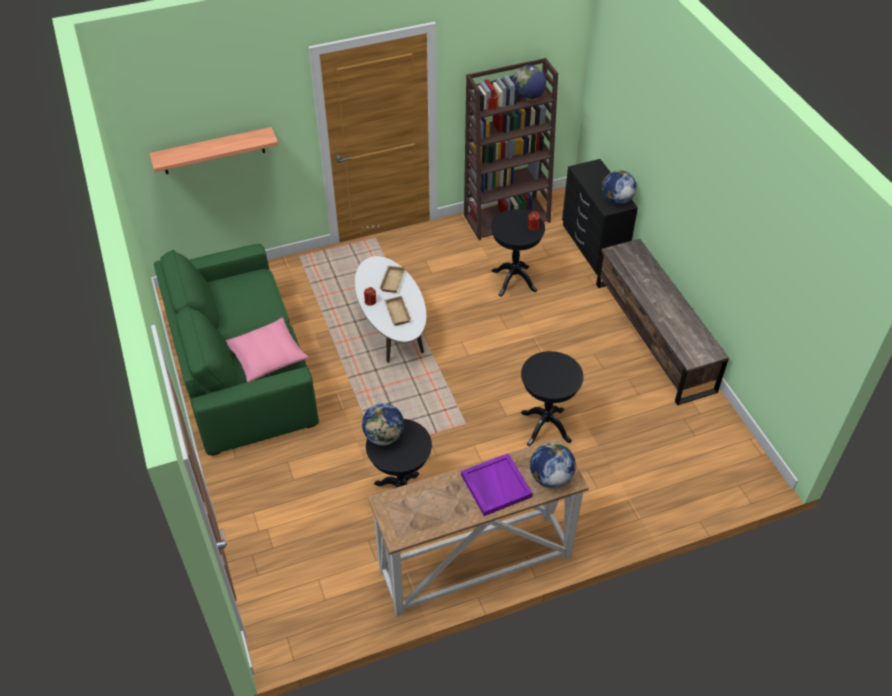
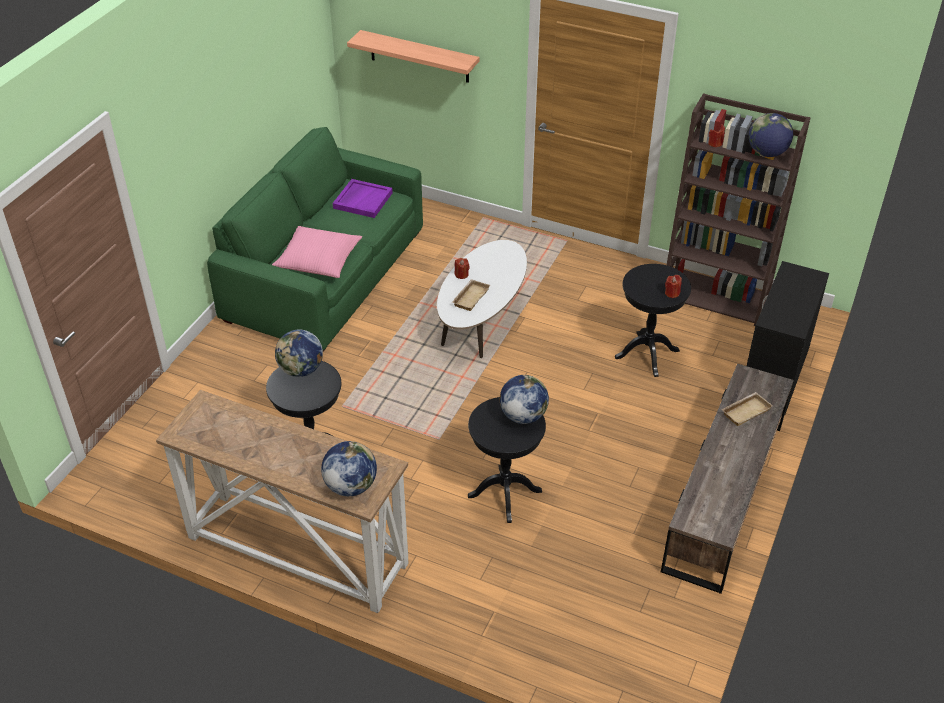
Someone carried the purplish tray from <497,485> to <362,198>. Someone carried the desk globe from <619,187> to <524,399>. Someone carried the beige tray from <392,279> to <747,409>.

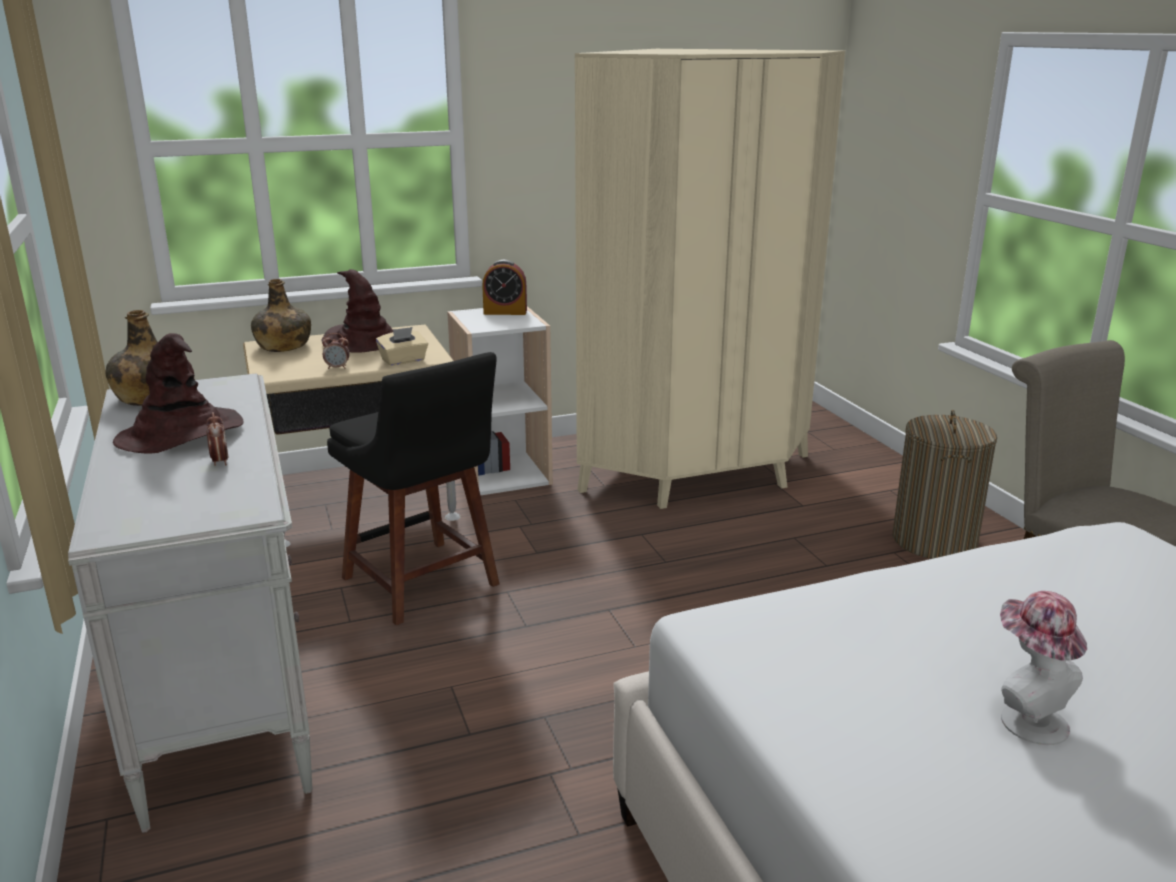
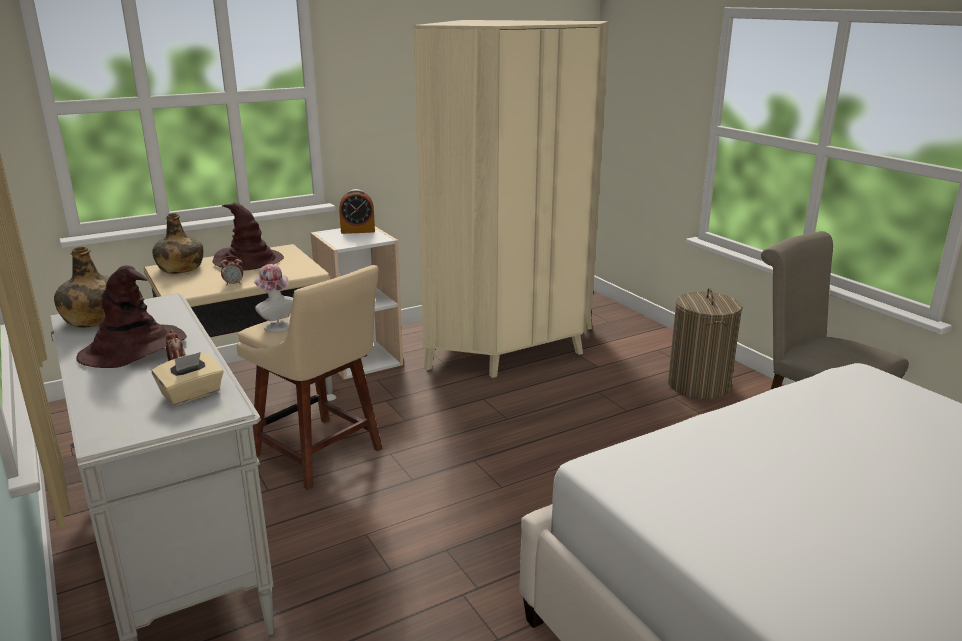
Someone carried the beige box of tissues from <402,346> to <188,379>. Someone repainted the blackish stool seat at <413,488>, which became the beige stool seat at <310,377>. Someone carried the hat from <1043,668> to <273,298>.

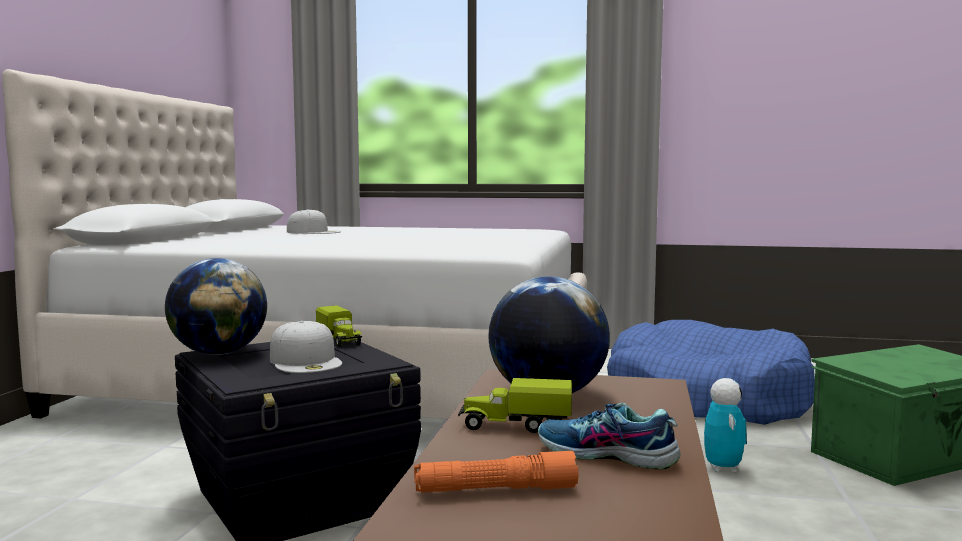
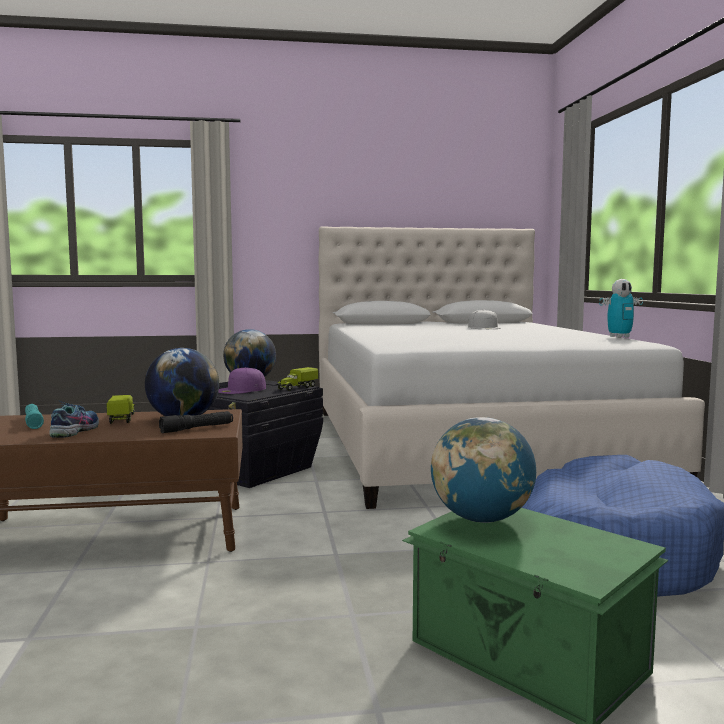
Someone repainted the orangey hand torch at <496,472>, which became the blue-green hand torch at <34,416>. Someone put down the blackish hand torch at <196,422>. Someone repainted the whitish peaked cap at <306,347>, which became the purplish peaked cap at <242,380>. Someone put down the desk globe at <483,470>. Someone carried the model robot from <725,425> to <621,308>.

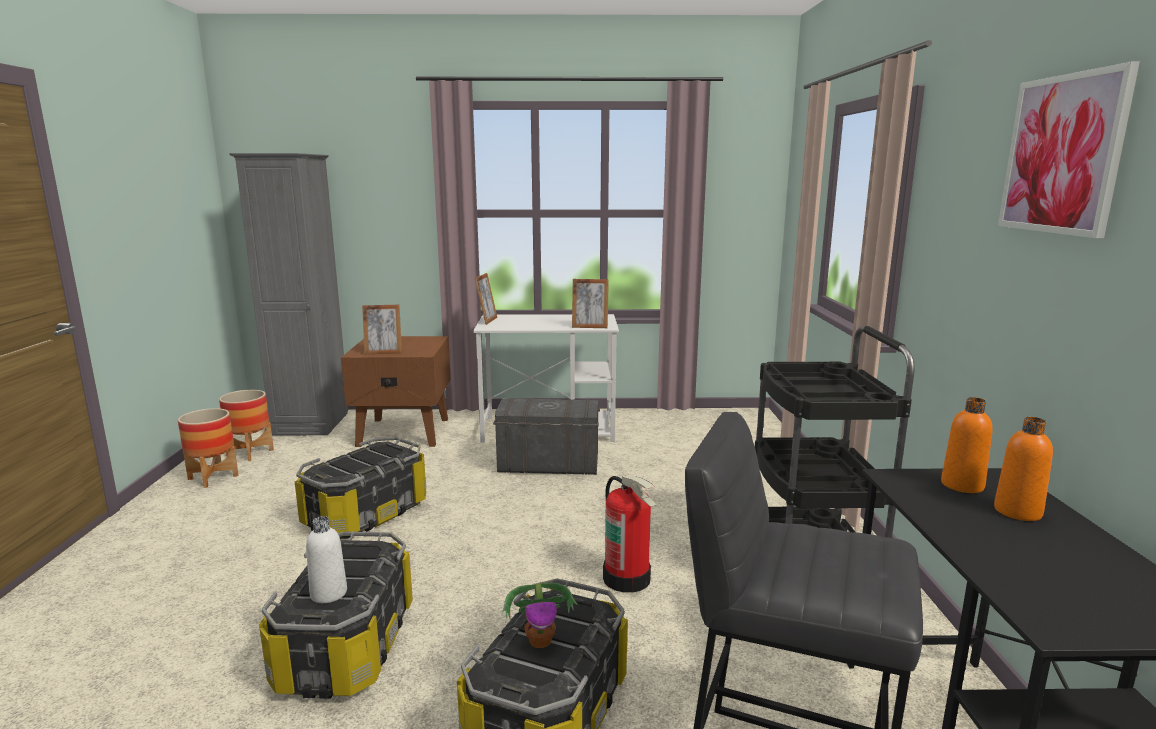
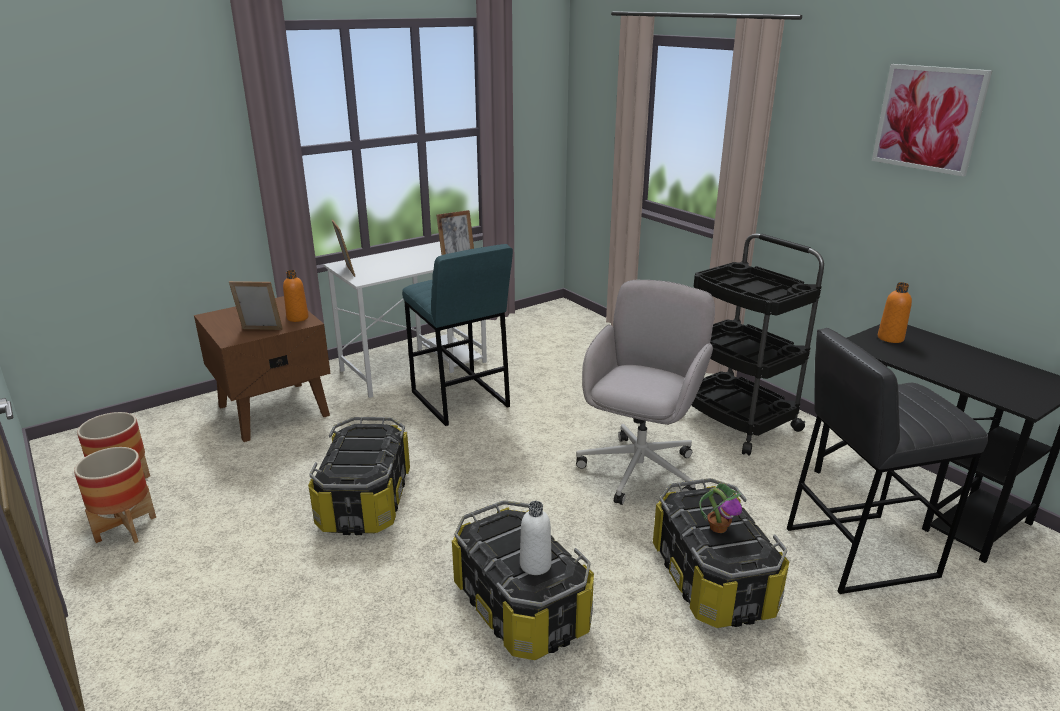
Someone rotated the standing frame at <382,330> by 135 degrees counterclockwise. Someone carried the orangey drink bottle from <1023,469> to <296,296>. Someone swapped the gray storage bin at <546,436> for the blue-green stool seat at <457,335>. Someone swapped the fire extinguisher at <630,533> for the gray desk chair at <645,392>. Someone took away the gray cupboard at <289,294>.

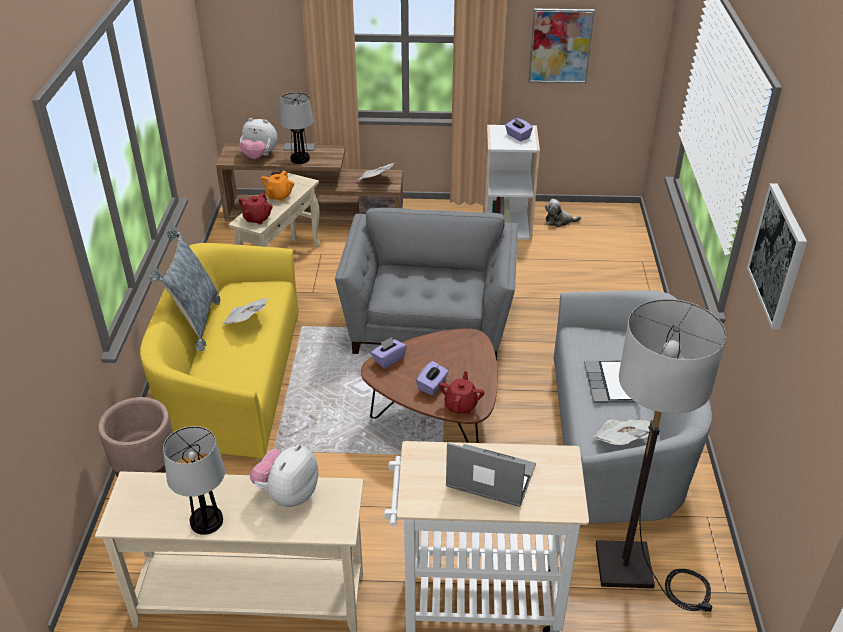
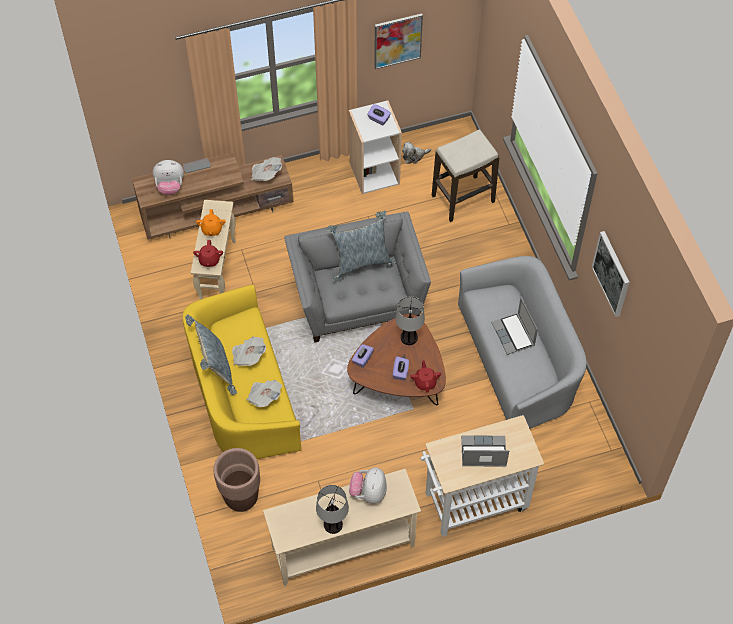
Someone carried the printed paper from <621,432> to <264,393>. Someone put down the throw pillow at <361,247>. Someone carried the table lamp from <296,128> to <410,320>. Someone put down the stool seat at <465,176>. Someone took away the standing lamp at <661,455>.

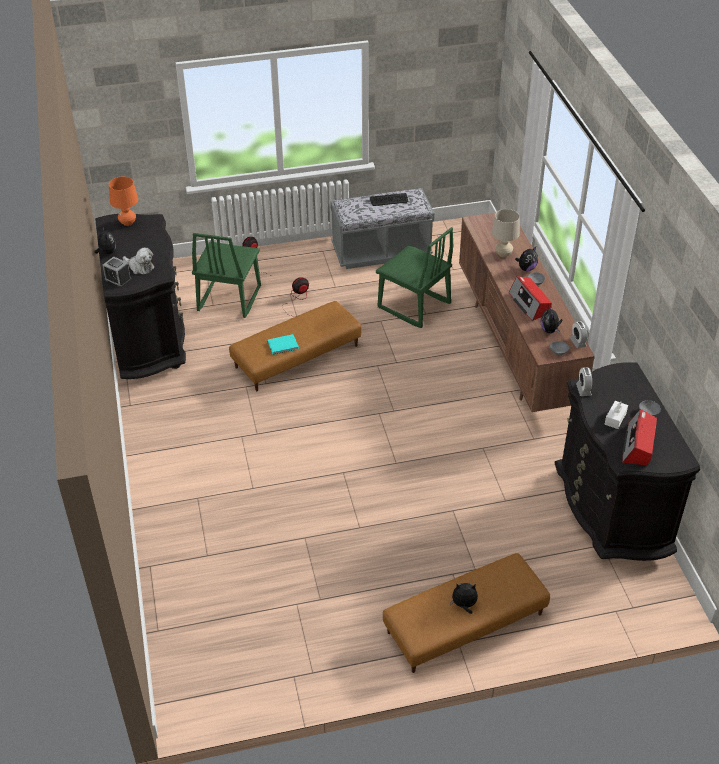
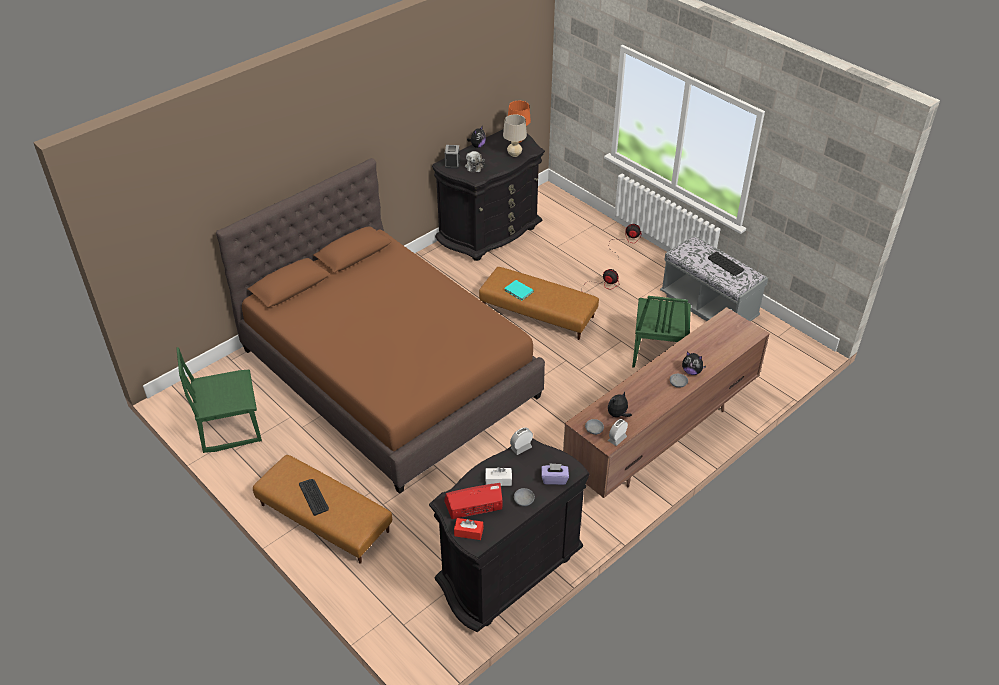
Someone carried the green-coloured chair from <226,275> to <219,400>. Someone put down the brown-coloured bedroom bed at <380,326>. Someone swapped the plush toy at <464,598> for the computer keyboard at <314,497>. Someone put down the red-coloured box of tissues at <468,529>. Someone carried the beige table lamp from <506,233> to <515,135>. Someone put down the purplish box of tissues at <555,474>. Someone took away the radio set at <530,298>.

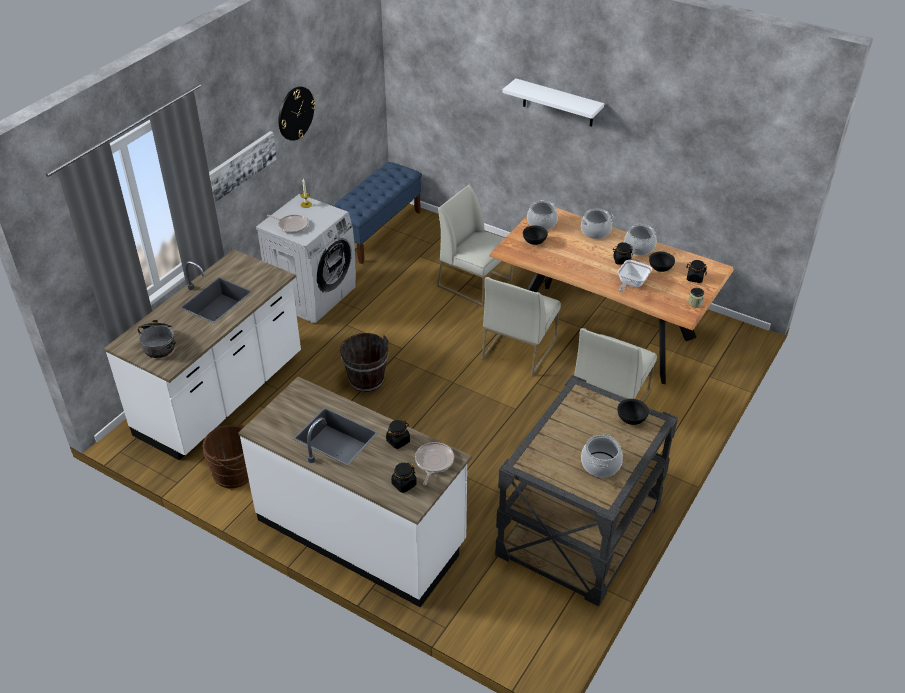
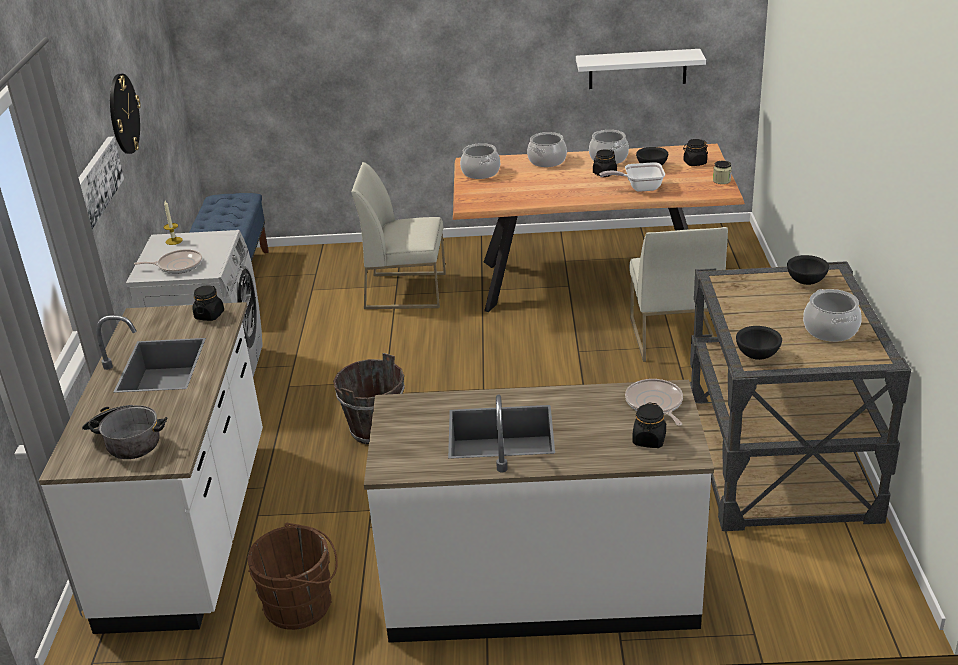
Someone carried the blackish preserve jar from <398,434> to <208,303>. Someone carried the whitish shelf from <553,102> to <641,69>. Someone rotated the skillet at <635,276> by 90 degrees clockwise. Someone carried the blackish bowl from <535,235> to <759,343>. Someone took away the whitish chair at <521,326>.

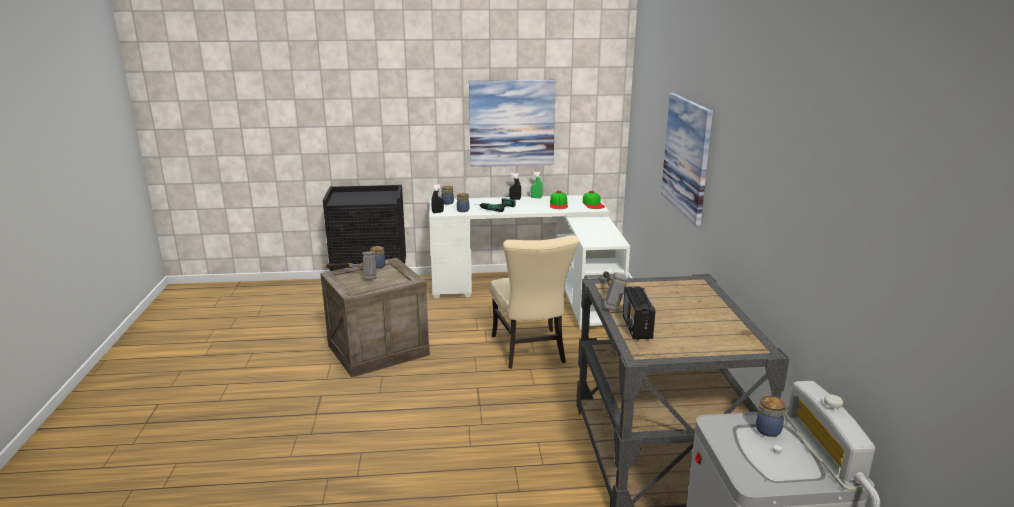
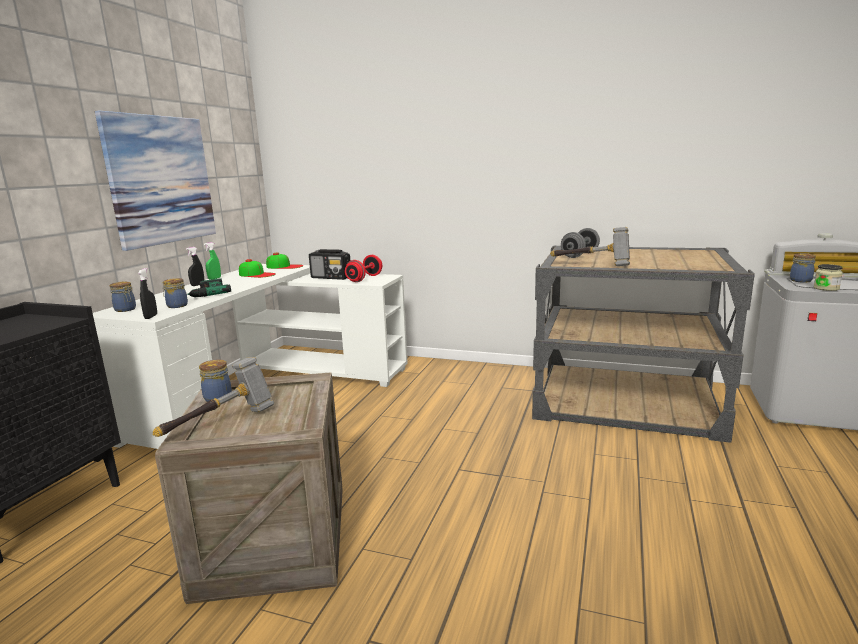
Someone carried the radio set from <639,313> to <329,264>. Someone put down the red-coloured free weight at <363,268>. Someone put down the gray free weight at <580,243>. Someone put down the preserve jar at <828,277>. Someone took away the beige chair at <534,302>. Someone took away the wall picture at <687,159>.

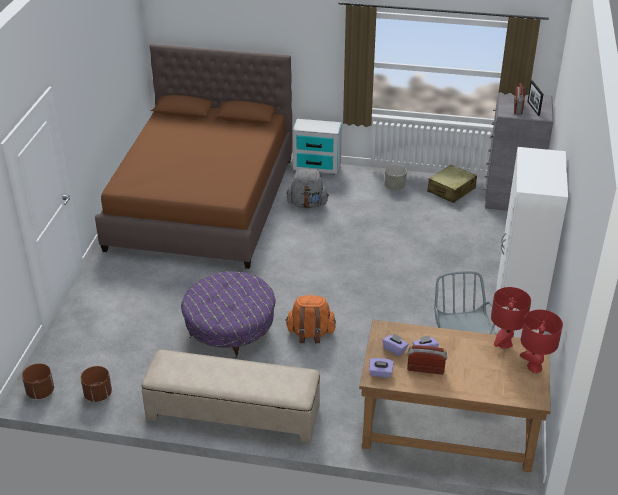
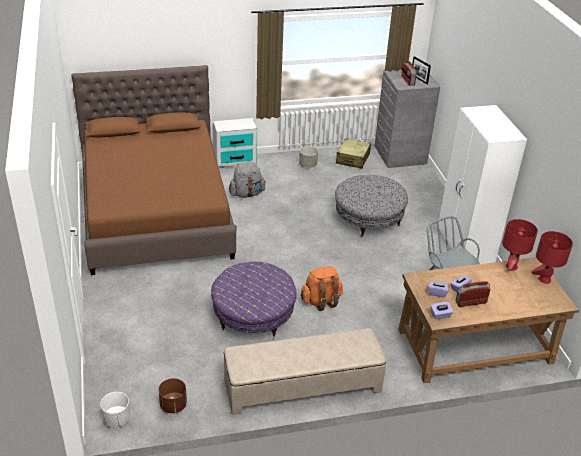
Someone repainted the brown-coloured flower pot at <38,381>, which became the whitish flower pot at <115,410>. Someone put down the gray ottoman at <371,206>.

